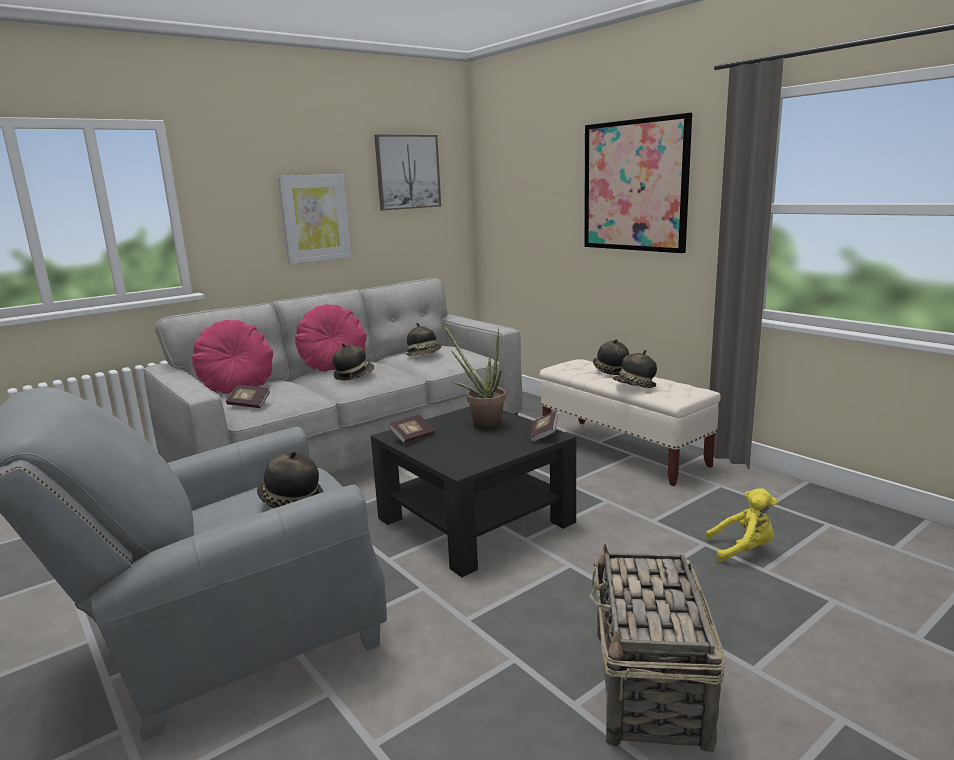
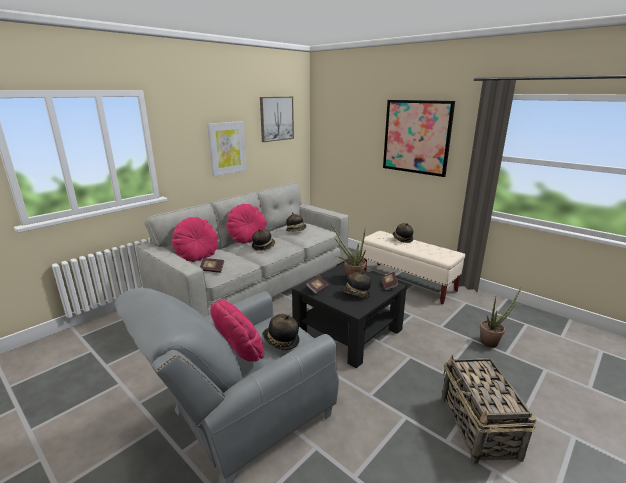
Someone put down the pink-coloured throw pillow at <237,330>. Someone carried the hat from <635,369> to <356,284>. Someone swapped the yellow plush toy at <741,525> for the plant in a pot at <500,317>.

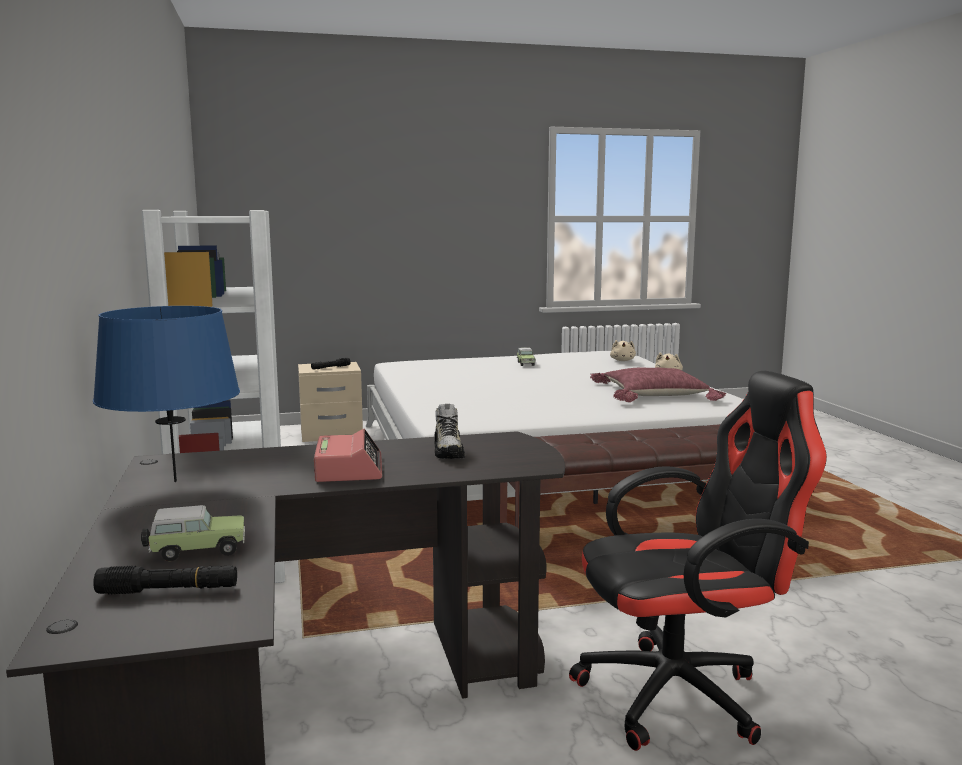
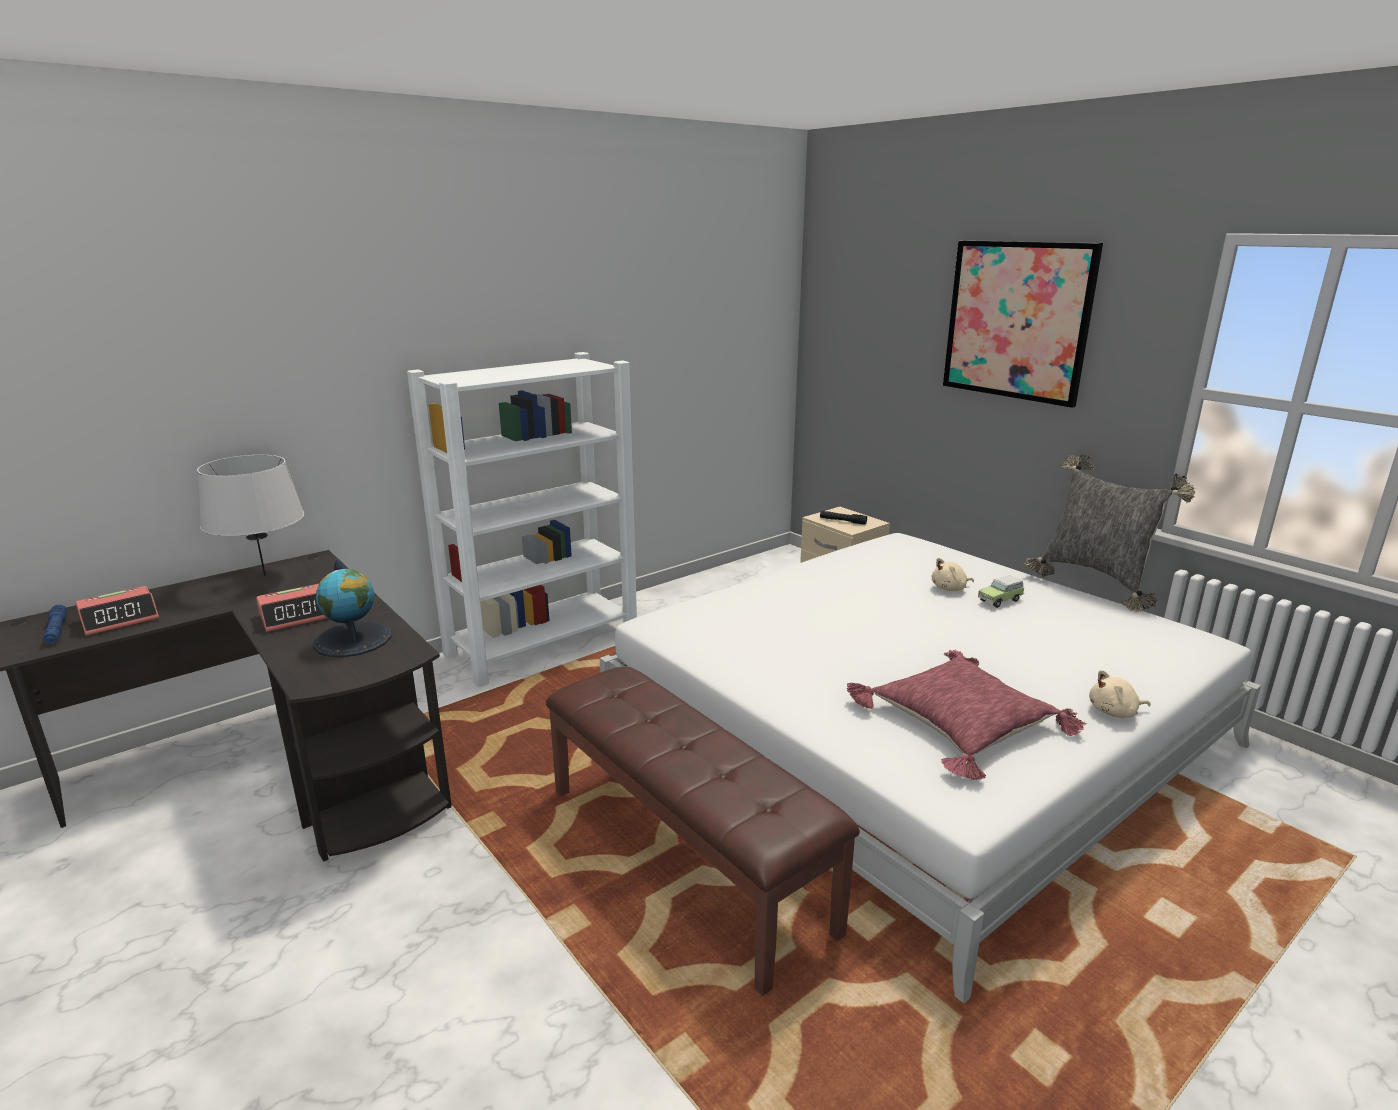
Someone repainted the blackish hand torch at <165,580>, which became the bluish hand torch at <55,624>. Someone swapped the toy car at <193,533> for the bedside clock at <117,611>. Someone repainted the bluish table lamp at <166,394>, which became the gray table lamp at <250,516>. Someone swapped the low shoe at <449,431> for the desk globe at <352,608>. Someone carried the beige plush toy from <623,350> to <953,574>. Someone put up the wall picture at <1023,324>. Someone put down the throw pillow at <1110,533>. Someone took away the blackish desk chair at <698,561>.

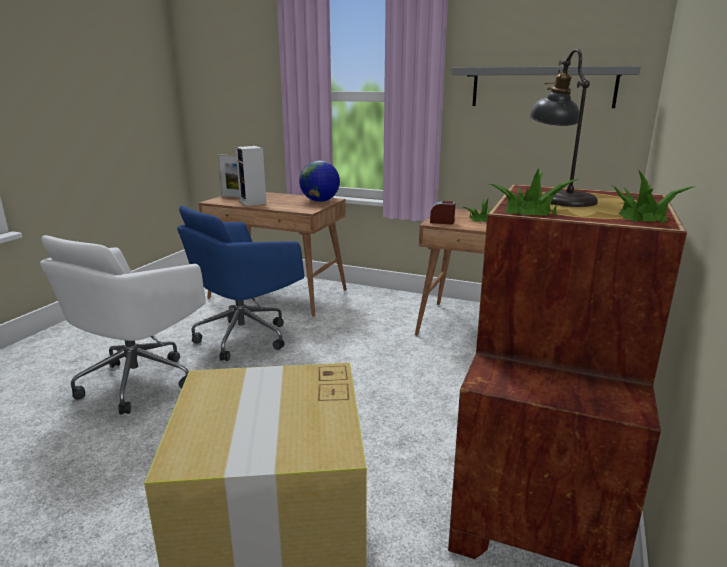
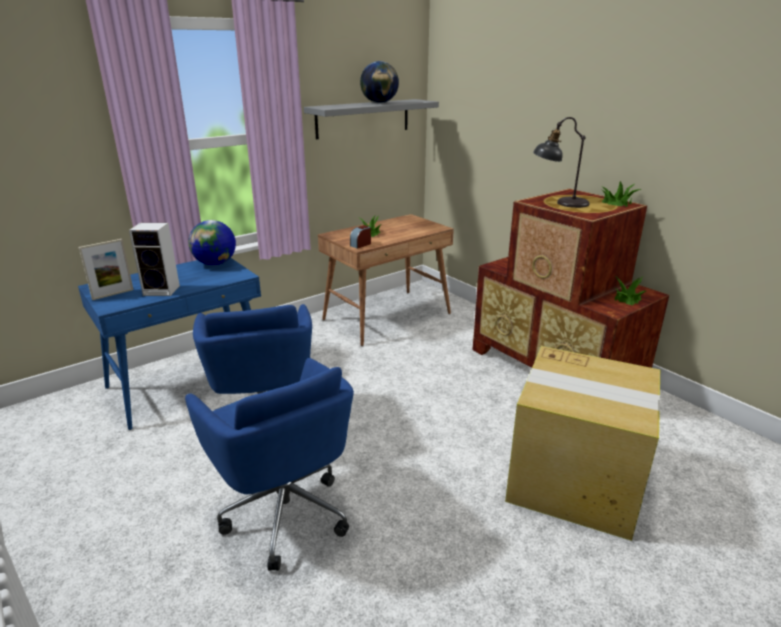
Someone repainted the brown-coloured desk at <273,254>, which became the bluish desk at <169,344>. Someone repainted the whitish desk chair at <123,324>, which became the bluish desk chair at <269,464>. Someone put down the desk globe at <379,82>. Someone carried the plant in a pot from <534,192> to <630,290>.

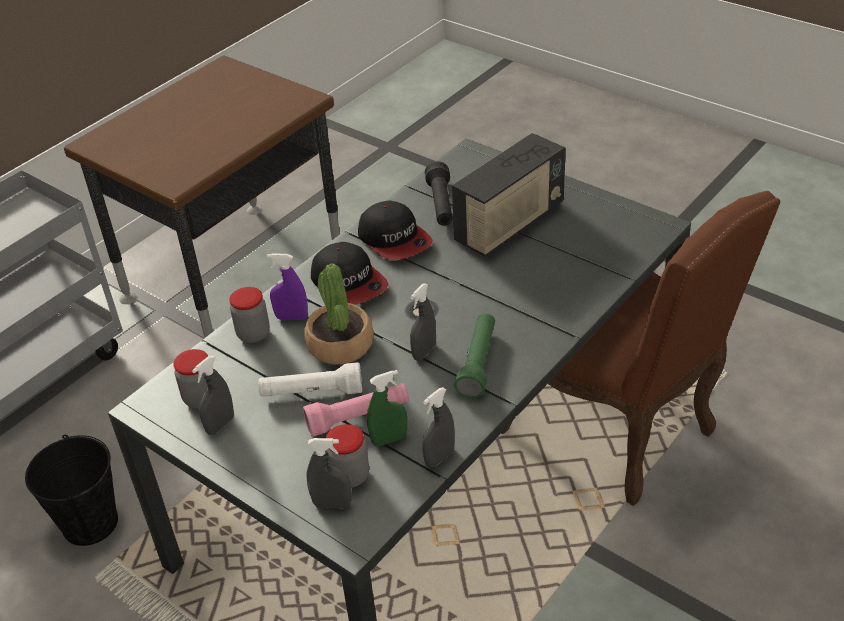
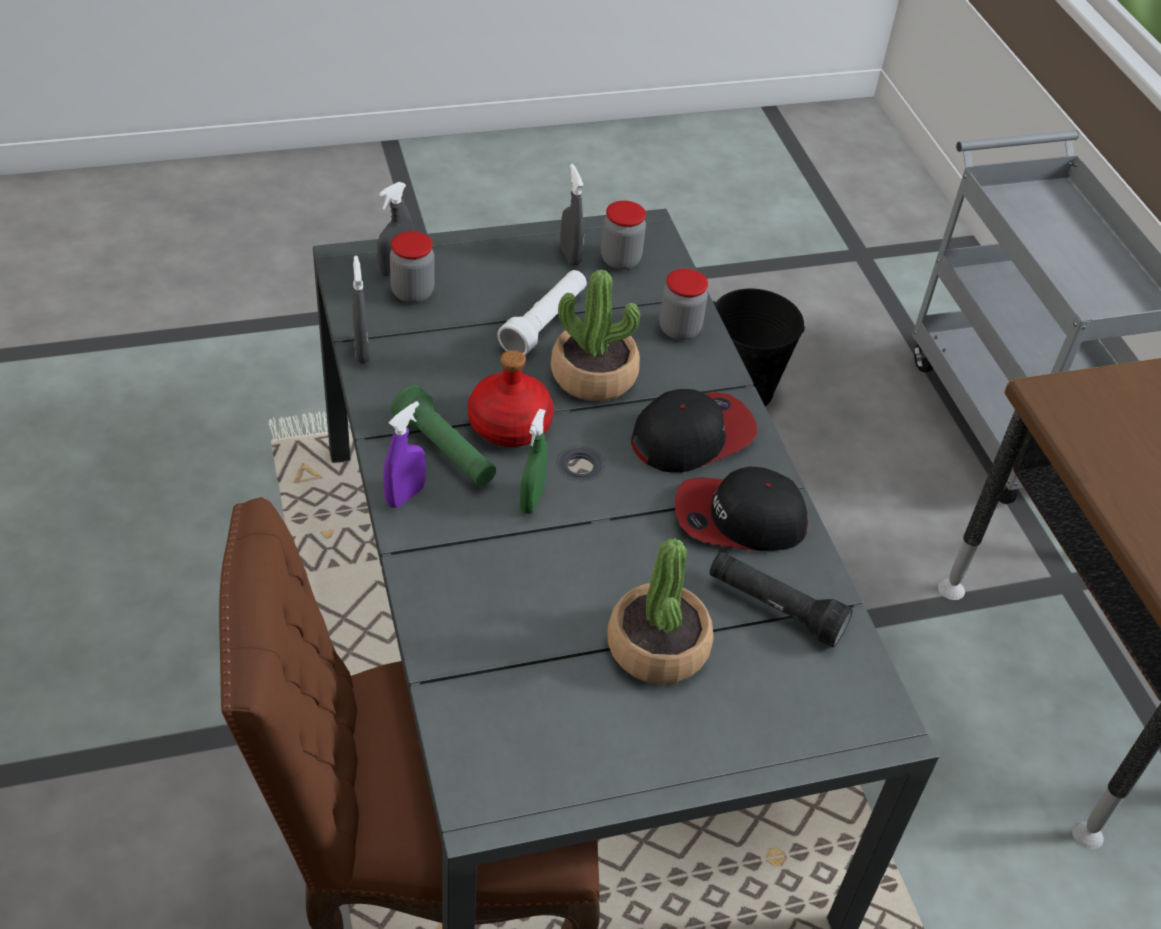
Someone carried the purplish spray bottle from <287,287> to <404,454>. Someone swapped the gray spray bottle at <423,322> for the red-coloured drink bottle at <511,398>. Someone carried the green-coloured spray bottle from <387,408> to <533,461>. Someone swapped the radio set at <509,195> for the plant in a pot at <660,611>. Someone rotated the peaked cap at <349,273> by 150 degrees clockwise. Someone took away the pink-coloured hand torch at <356,410>.

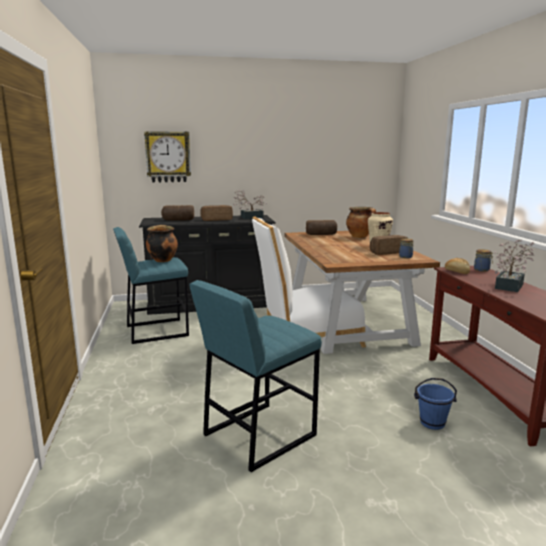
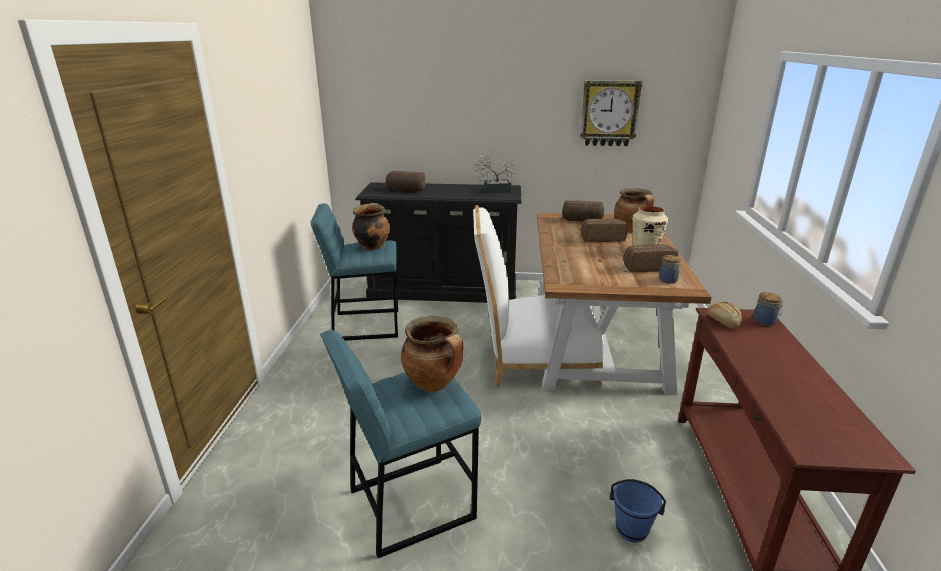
Someone put down the cooking pot at <432,354>. Someone carried the wall clock from <167,156> to <611,113>. Someone carried the bread from <216,213> to <604,230>. Someone took away the plant in a pot at <514,265>.

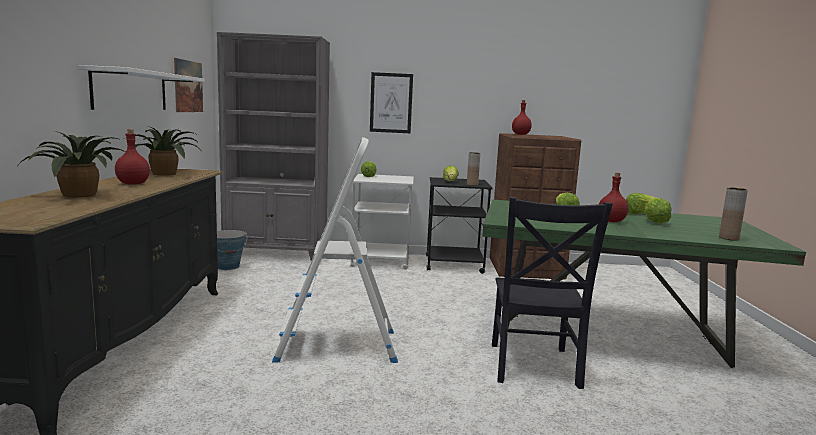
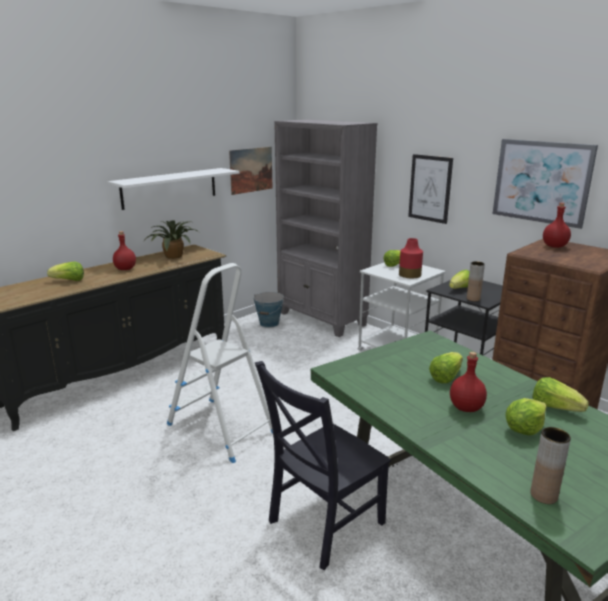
Someone swapped the plant in a pot at <74,164> for the head of lettuce at <65,271>. Someone put down the red-coloured vase at <411,258>. Someone put up the wall picture at <545,184>.

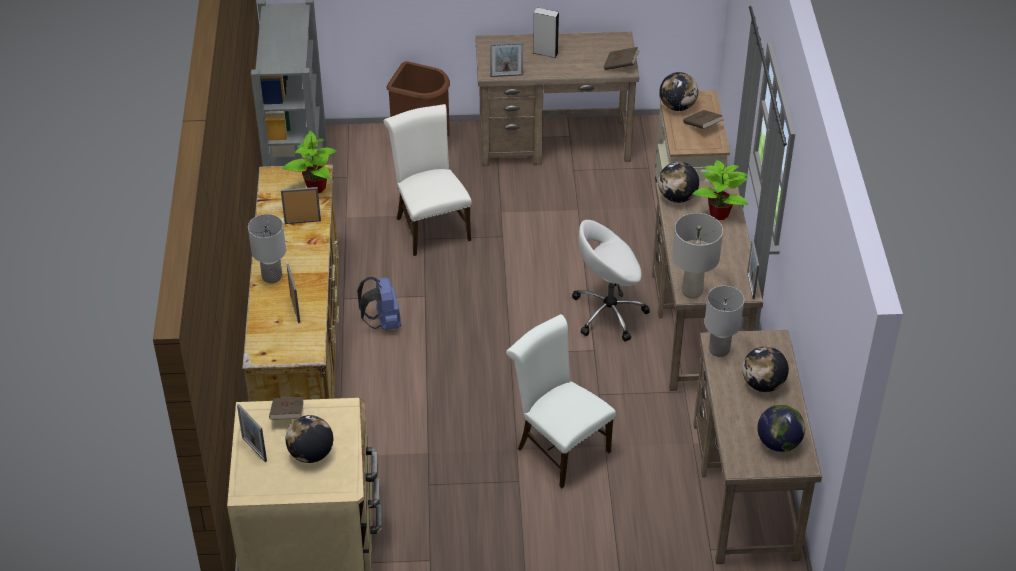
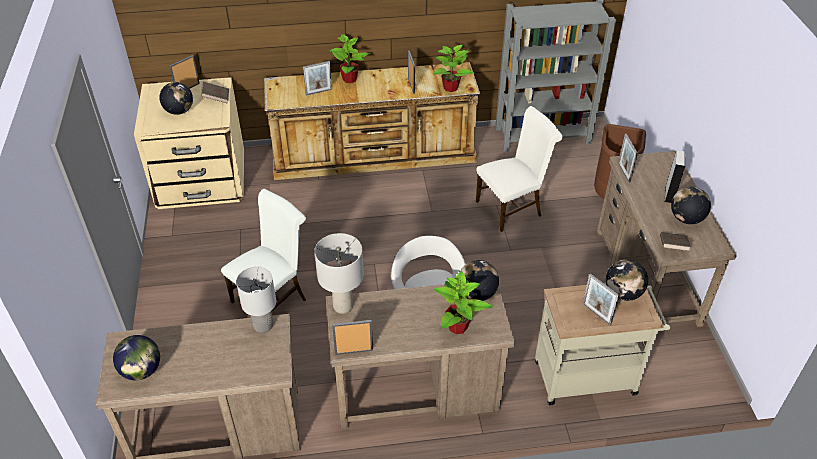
Someone swapped the gray table lamp at <267,248> for the plant in a pot at <350,58>. Someone swapped the brown-coloured bound book at <703,119> for the standing frame at <601,299>. Someone carried the desk globe from <765,369> to <691,205>. Someone took away the bluish backpack at <379,303>.

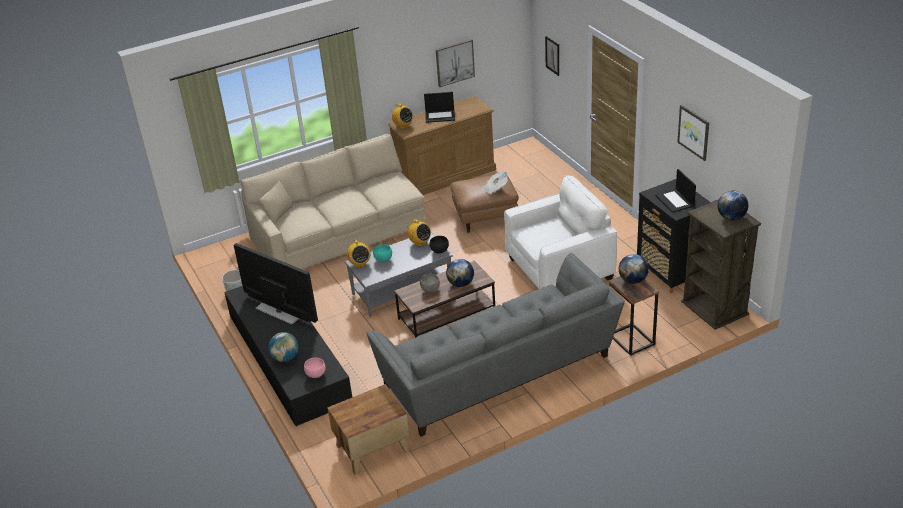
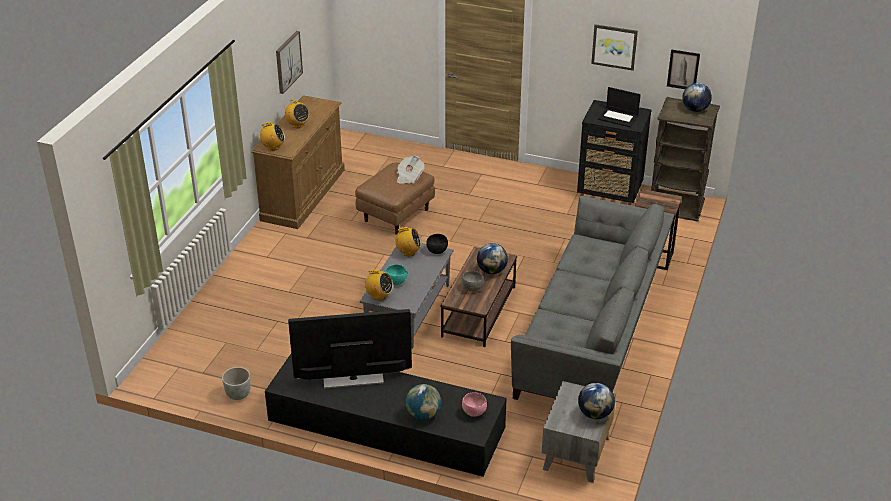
Someone swapped the notebook computer at <439,107> for the radio set at <296,113>. Someone repainted the brown-coloured side table at <368,429>, which became the gray side table at <579,432>. Someone carried the desk globe from <634,269> to <596,401>. Someone carried the wall picture from <552,56> to <683,69>. Someone took away the beige settee at <332,201>. Someone took away the whitish armchair at <560,232>.

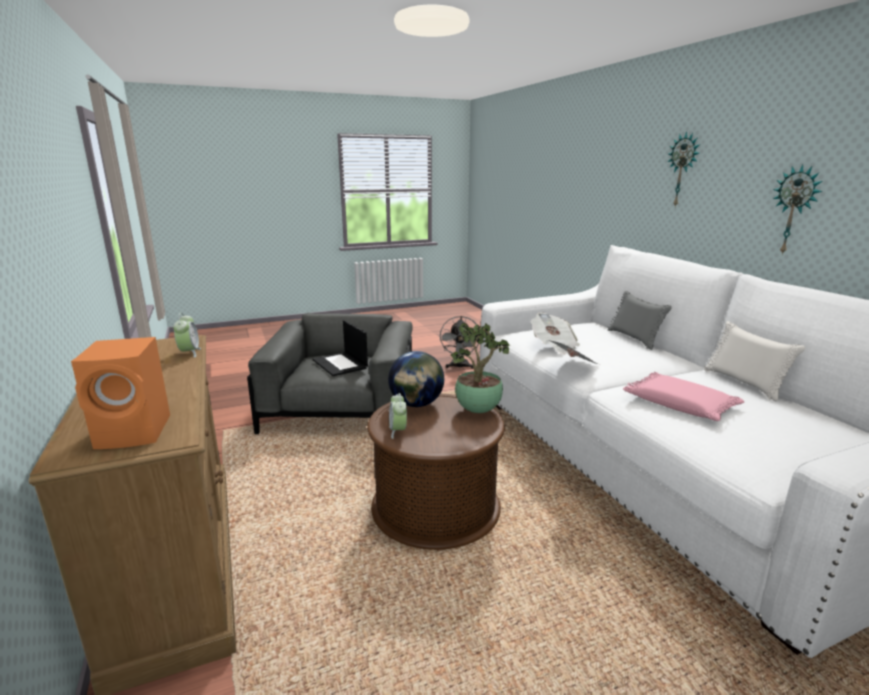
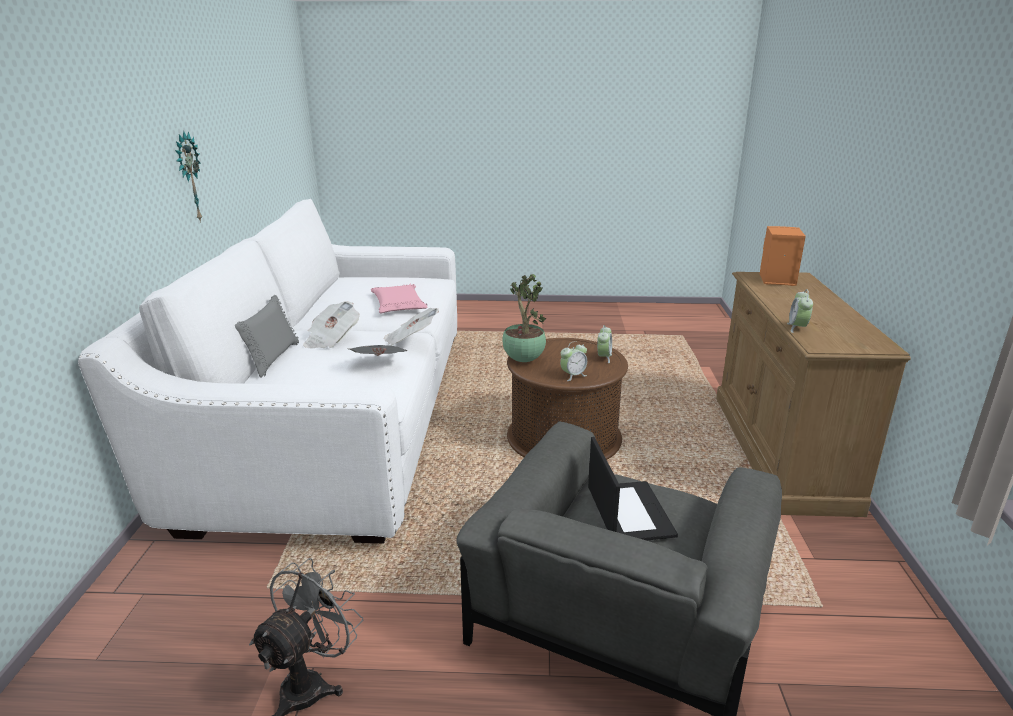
Someone put down the printed paper at <331,324>. Someone swapped the desk globe at <416,379> for the bedside clock at <573,361>. Someone took away the wall clock at <683,169>. Someone took away the whitish throw pillow at <754,361>.

